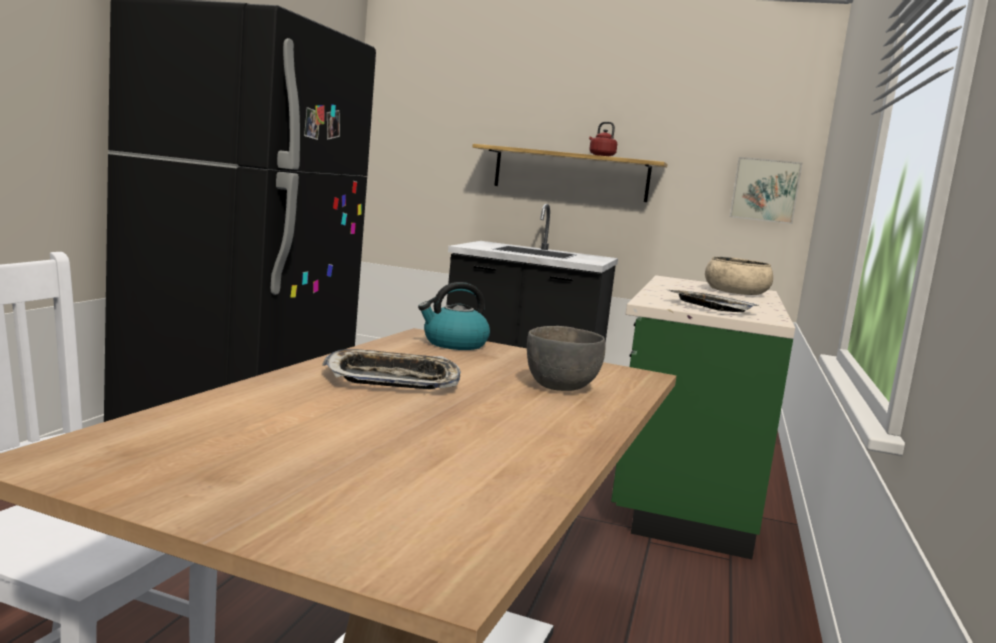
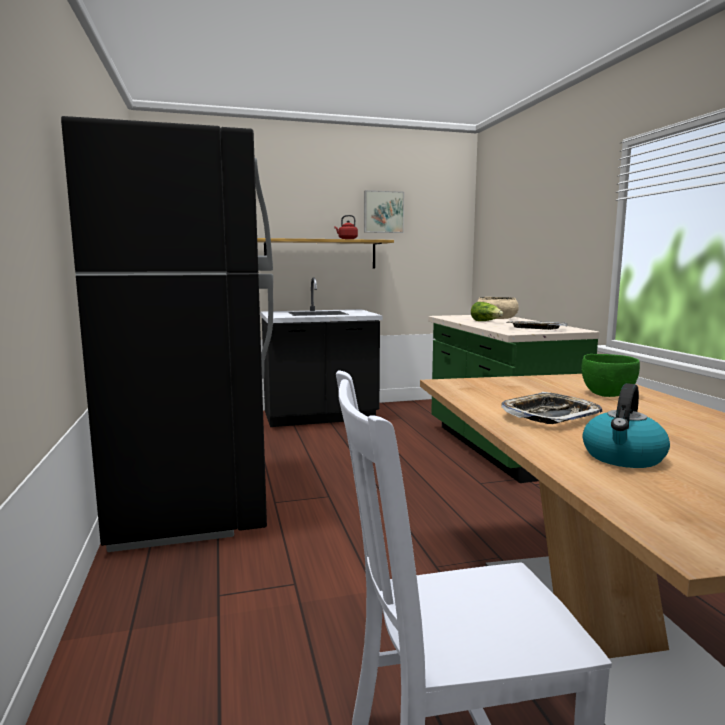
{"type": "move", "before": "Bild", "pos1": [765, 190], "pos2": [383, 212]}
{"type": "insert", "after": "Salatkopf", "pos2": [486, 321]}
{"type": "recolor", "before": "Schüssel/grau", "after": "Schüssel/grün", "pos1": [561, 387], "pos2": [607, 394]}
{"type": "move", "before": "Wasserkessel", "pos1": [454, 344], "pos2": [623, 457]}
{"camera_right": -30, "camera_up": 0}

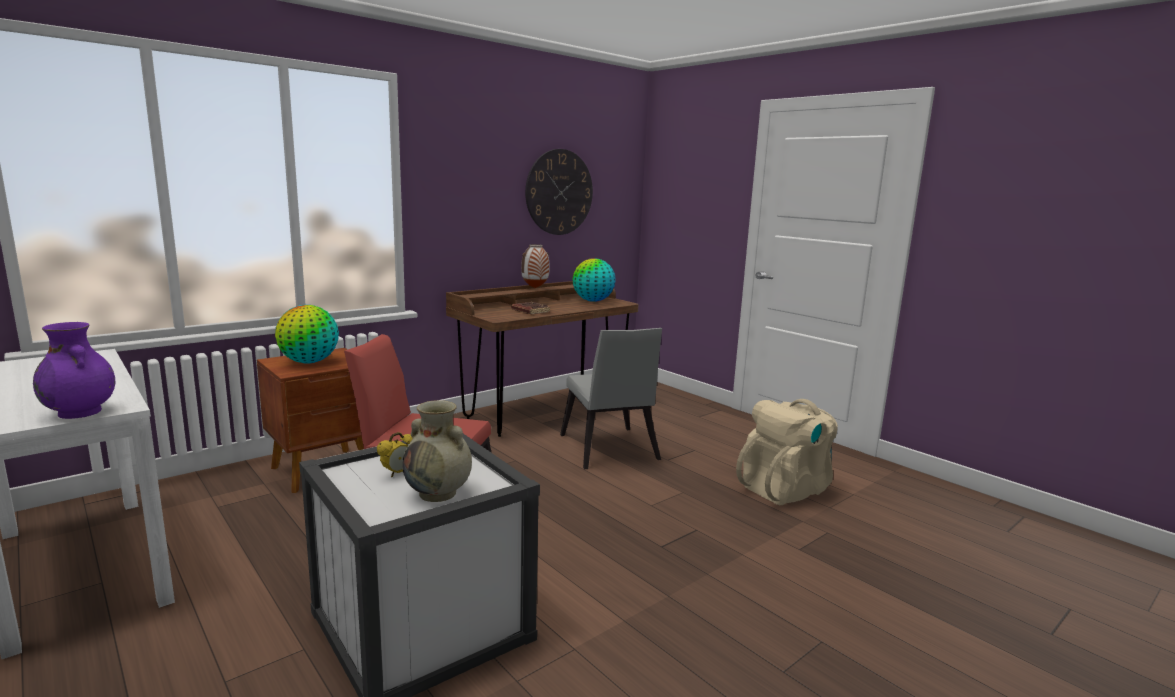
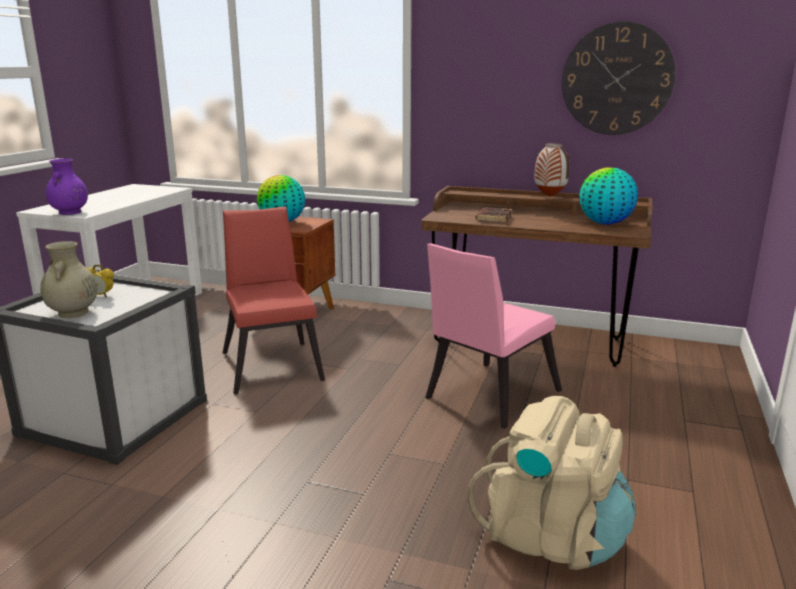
{"type": "recolor", "before": "Stuhl/grau", "after": "Stuhl/rosa", "pos1": [609, 451], "pos2": [487, 397]}
{"camera_right": 60, "camera_up": 5}

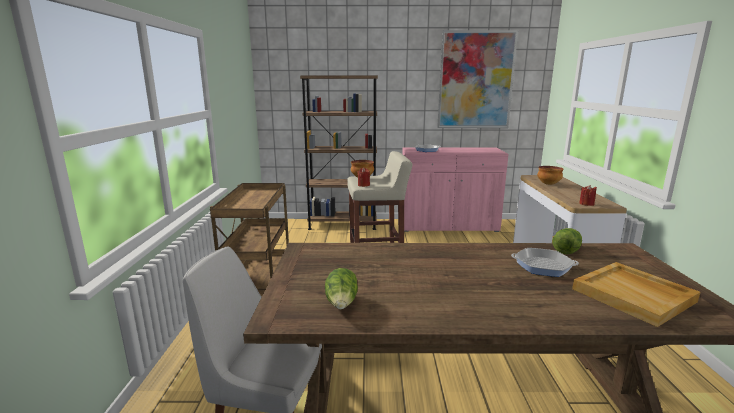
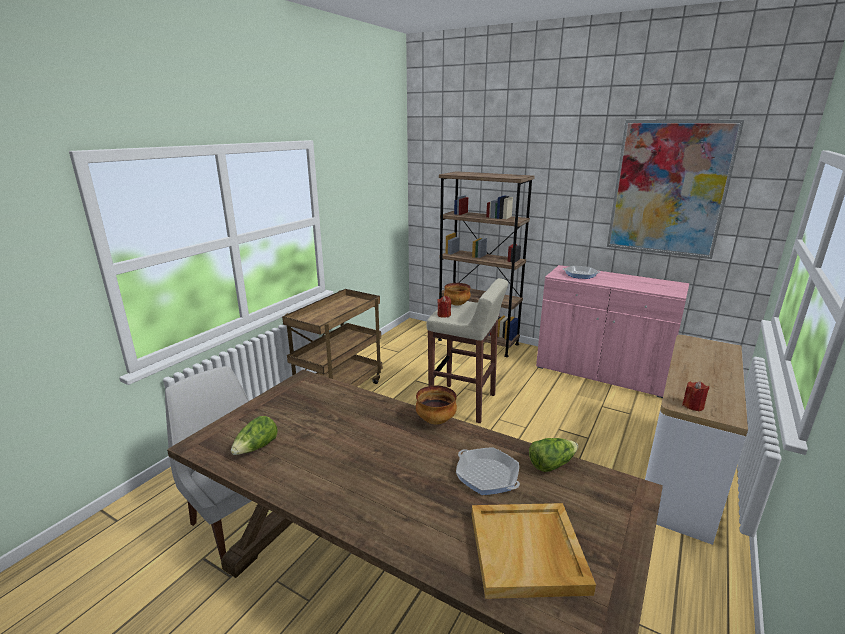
{"type": "move", "before": "Schüssel", "pos1": [548, 184], "pos2": [436, 420]}
{"camera_right": 30, "camera_up": 5}

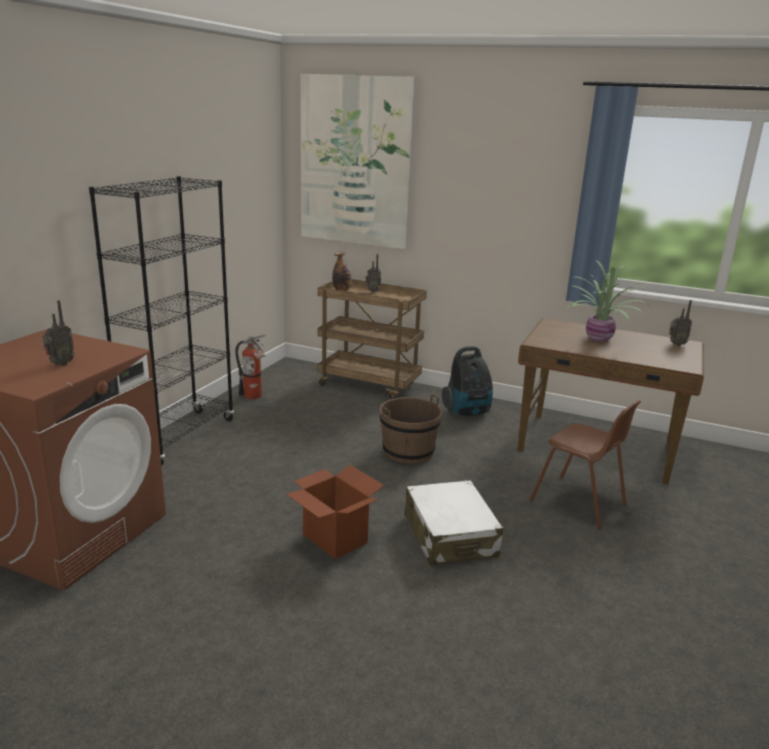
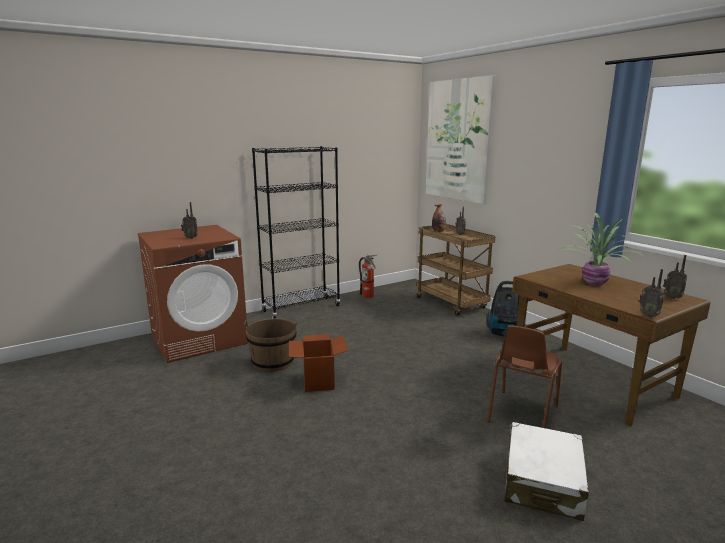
{"type": "move", "before": "Eimer/braun", "pos1": [408, 451], "pos2": [273, 362]}
{"type": "rotate", "before": "Stuhl/braun", "pos1": [579, 503], "pos2": [521, 414], "turn": 45}
{"type": "move", "before": "Koffer/weiß", "pos1": [450, 535], "pos2": [542, 482]}
{"type": "insert", "after": "Radio", "pos2": [649, 315]}
{"camera_right": 35, "camera_up": -5}

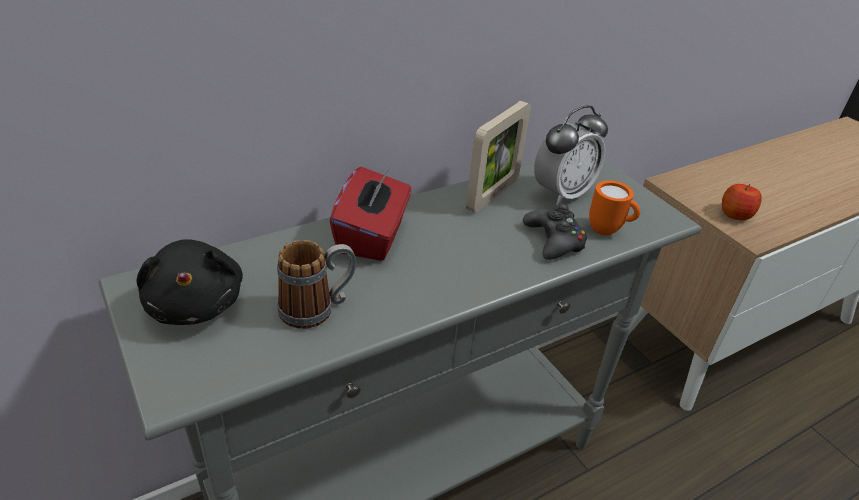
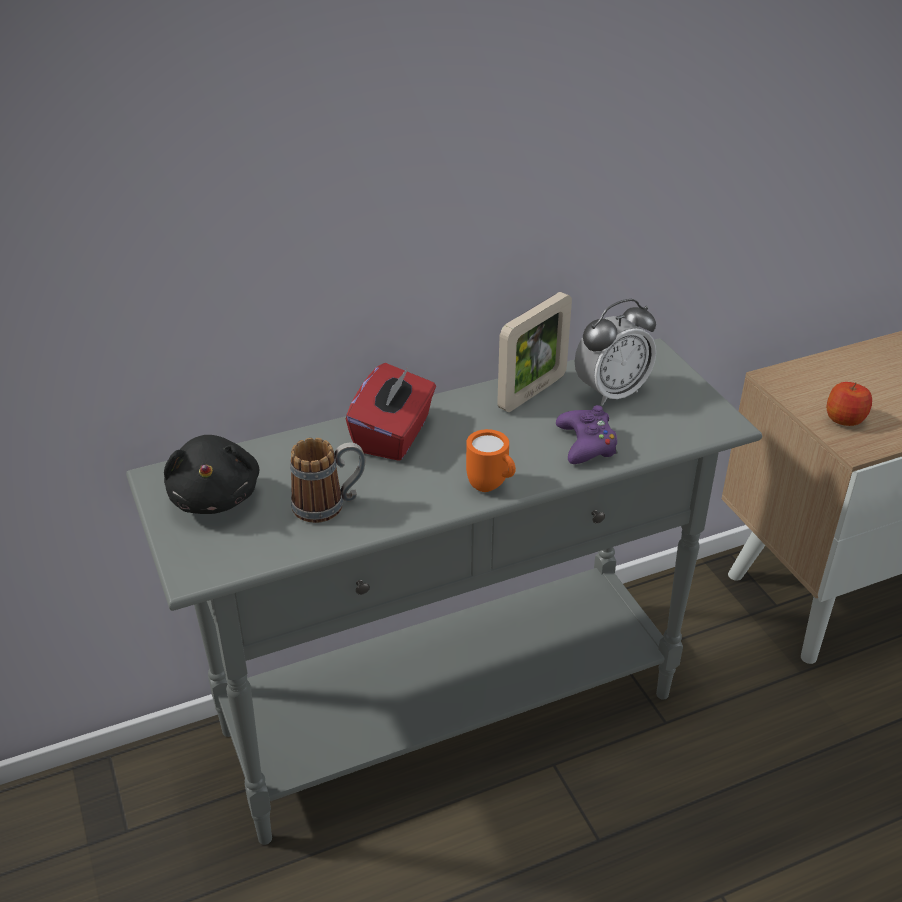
{"type": "move", "before": "Henkelbecher/orange", "pos1": [609, 231], "pos2": [491, 486]}
{"type": "recolor", "before": "Gamepad/schwarz", "after": "Gamepad/lila", "pos1": [554, 240], "pos2": [586, 444]}
{"camera_right": 10, "camera_up": 0}

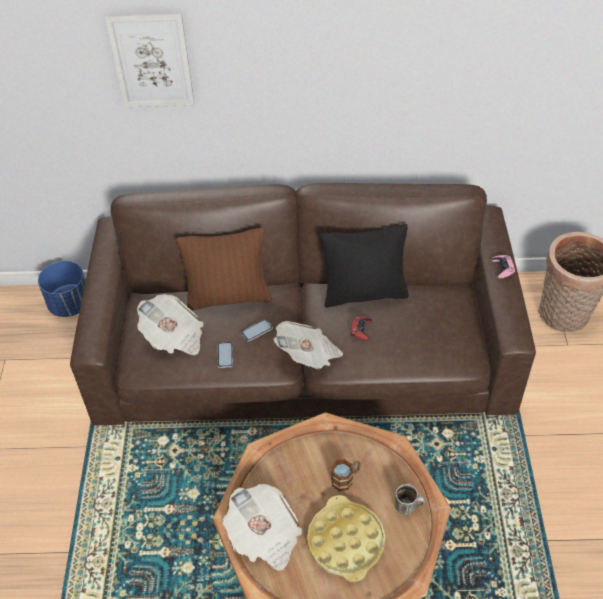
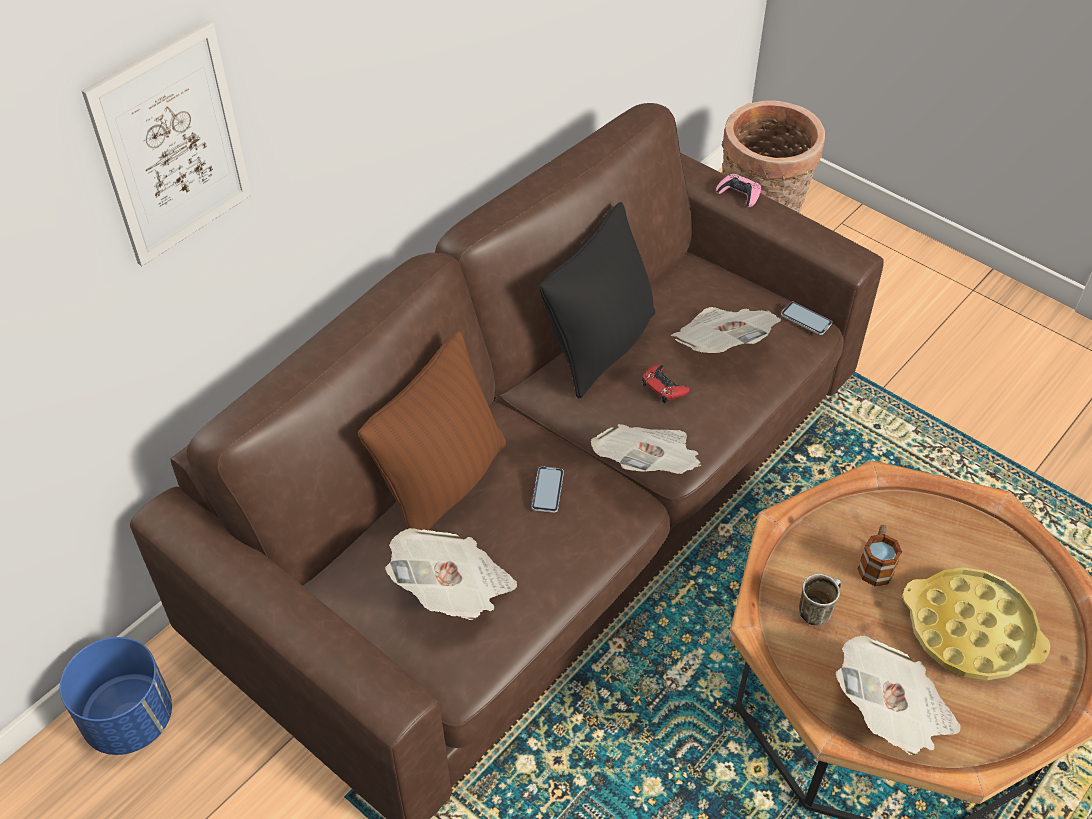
{"type": "insert", "after": "Zeitung", "pos2": [721, 346]}
{"type": "move", "before": "Handy", "pos1": [225, 355], "pos2": [806, 319]}
{"type": "move", "before": "Henkelbecher", "pos1": [408, 507], "pos2": [816, 610]}
{"camera_right": -50, "camera_up": 0}

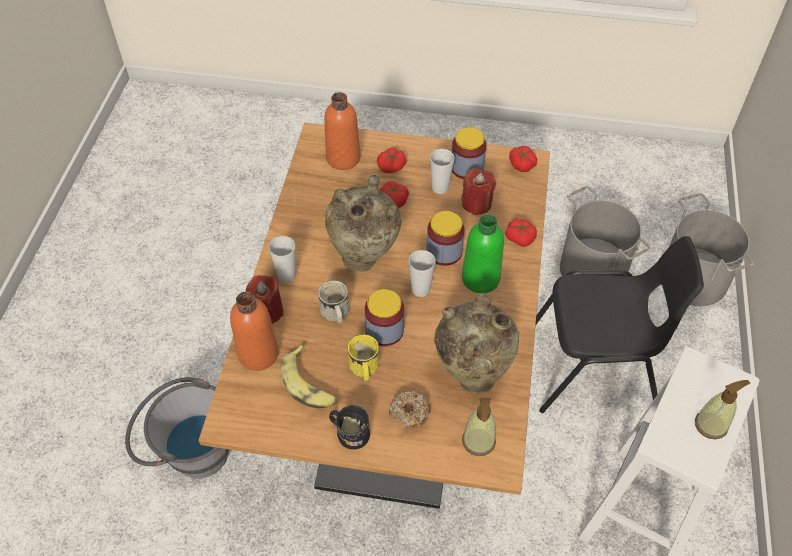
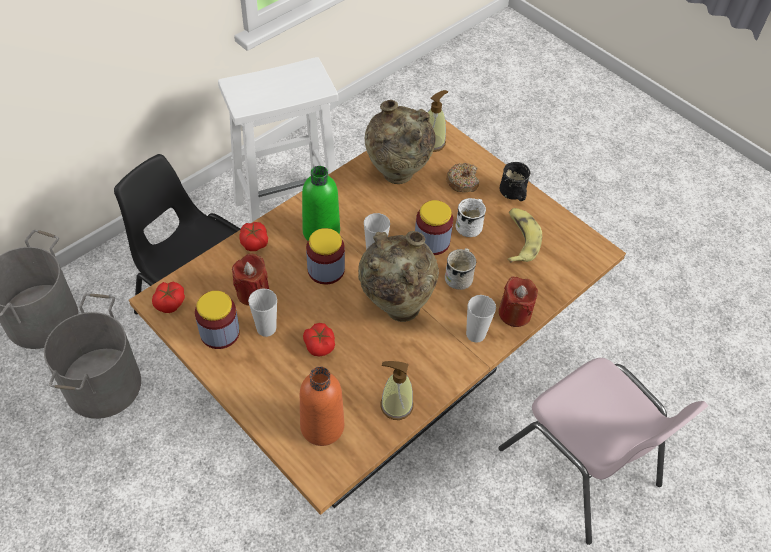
{"type": "move", "before": "Seifenspender", "pos1": [711, 425], "pos2": [396, 406]}
{"type": "recolor", "before": "Henkelbecher/gelb", "after": "Henkelbecher/weiß", "pos1": [364, 370], "pos2": [471, 225]}
{"type": "replace", "before": "Eimer/grau", "after": "Stuhl/rosa", "pos1": [189, 451], "pos2": [581, 468]}
{"type": "delete", "before": "Flasche/orange", "pos1": [258, 354]}
{"type": "delete", "before": "Tomate", "pos1": [391, 166]}
{"camera_right": -145, "camera_up": 0}

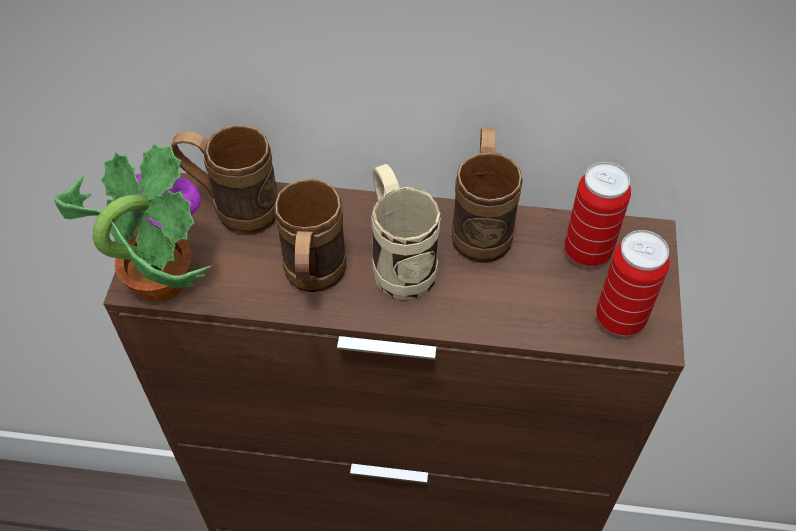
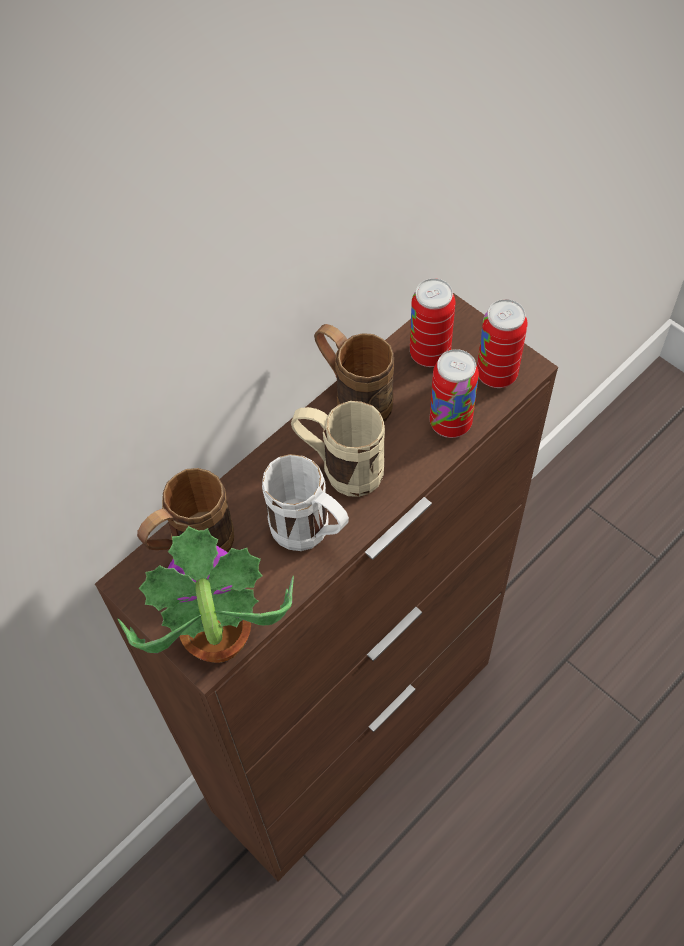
{"type": "recolor", "before": "Henkelbecher/braun", "after": "Henkelbecher/weiß", "pos1": [313, 281], "pos2": [310, 535]}
{"type": "insert", "after": "Dose", "pos2": [450, 423]}
{"camera_right": -50, "camera_up": 5}

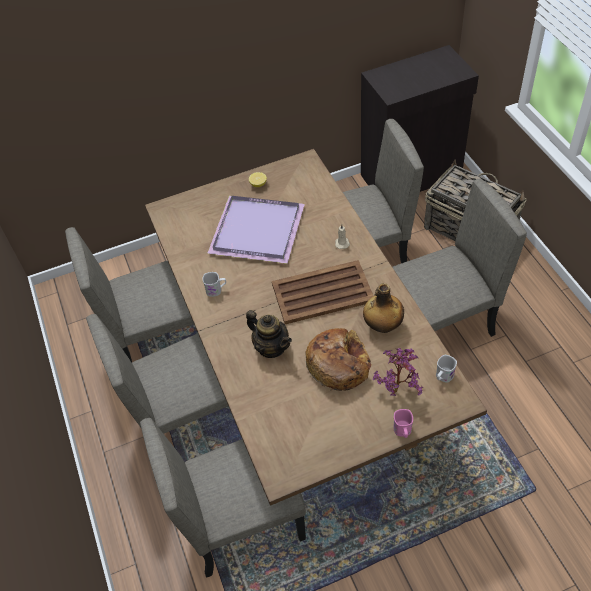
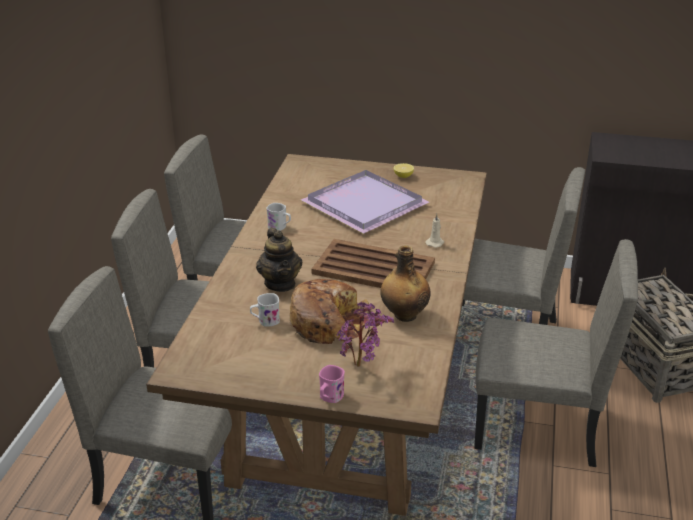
{"type": "move", "before": "Henkelbecher/weiß", "pos1": [443, 377], "pos2": [265, 321]}
{"camera_right": 30, "camera_up": -20}

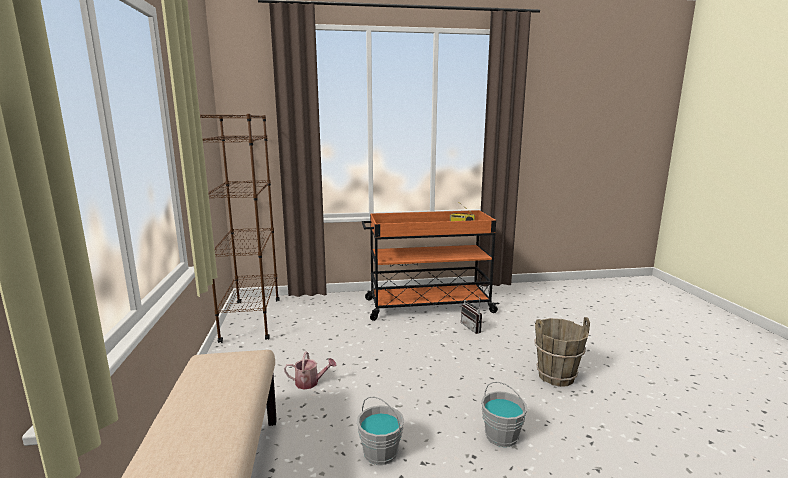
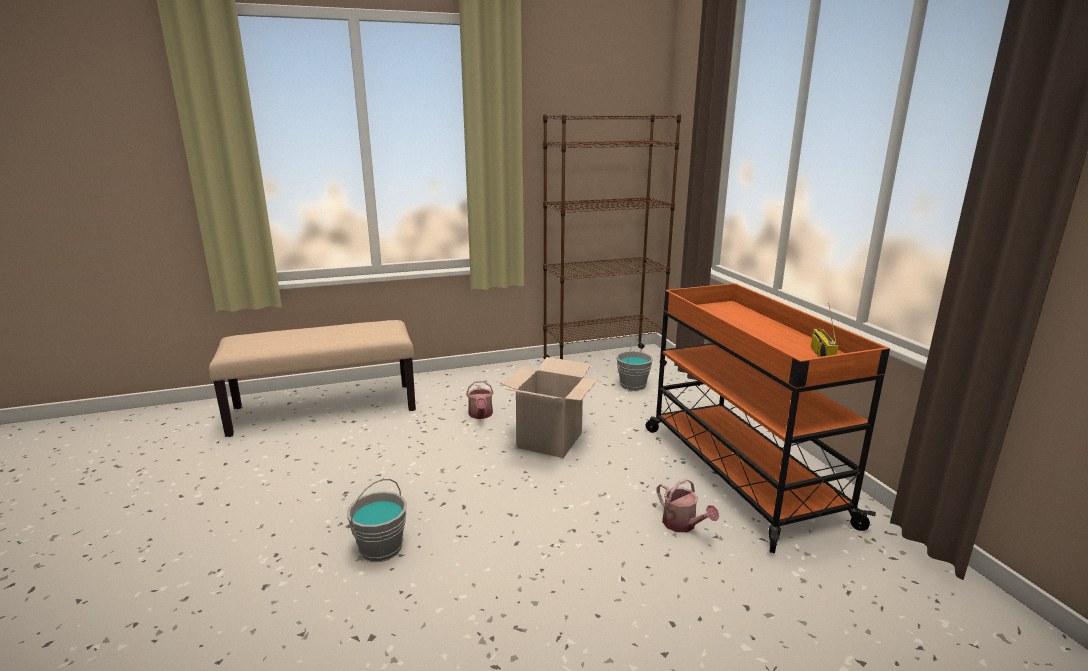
{"type": "insert", "after": "Karton", "pos2": [550, 440]}
{"type": "move", "before": "Eimer/grau", "pos1": [380, 453], "pos2": [632, 384]}
{"type": "replace", "before": "Radio", "after": "Gießkanne", "pos1": [473, 327], "pos2": [683, 525]}
{"type": "delete", "before": "Eimer/braun", "pos1": [555, 376]}
{"camera_right": 80, "camera_up": 5}

